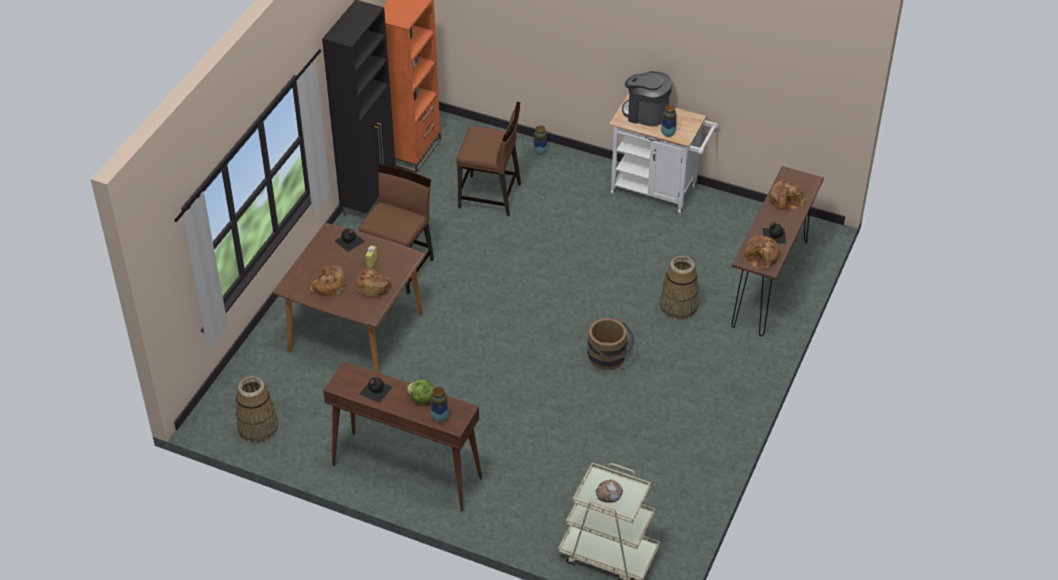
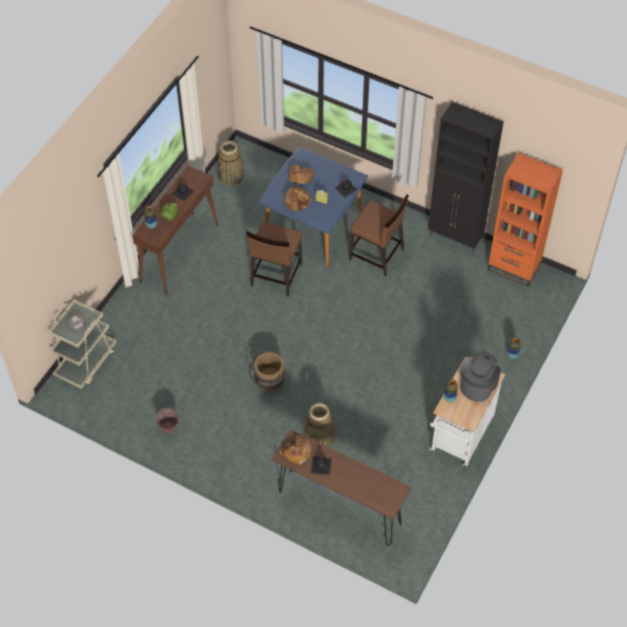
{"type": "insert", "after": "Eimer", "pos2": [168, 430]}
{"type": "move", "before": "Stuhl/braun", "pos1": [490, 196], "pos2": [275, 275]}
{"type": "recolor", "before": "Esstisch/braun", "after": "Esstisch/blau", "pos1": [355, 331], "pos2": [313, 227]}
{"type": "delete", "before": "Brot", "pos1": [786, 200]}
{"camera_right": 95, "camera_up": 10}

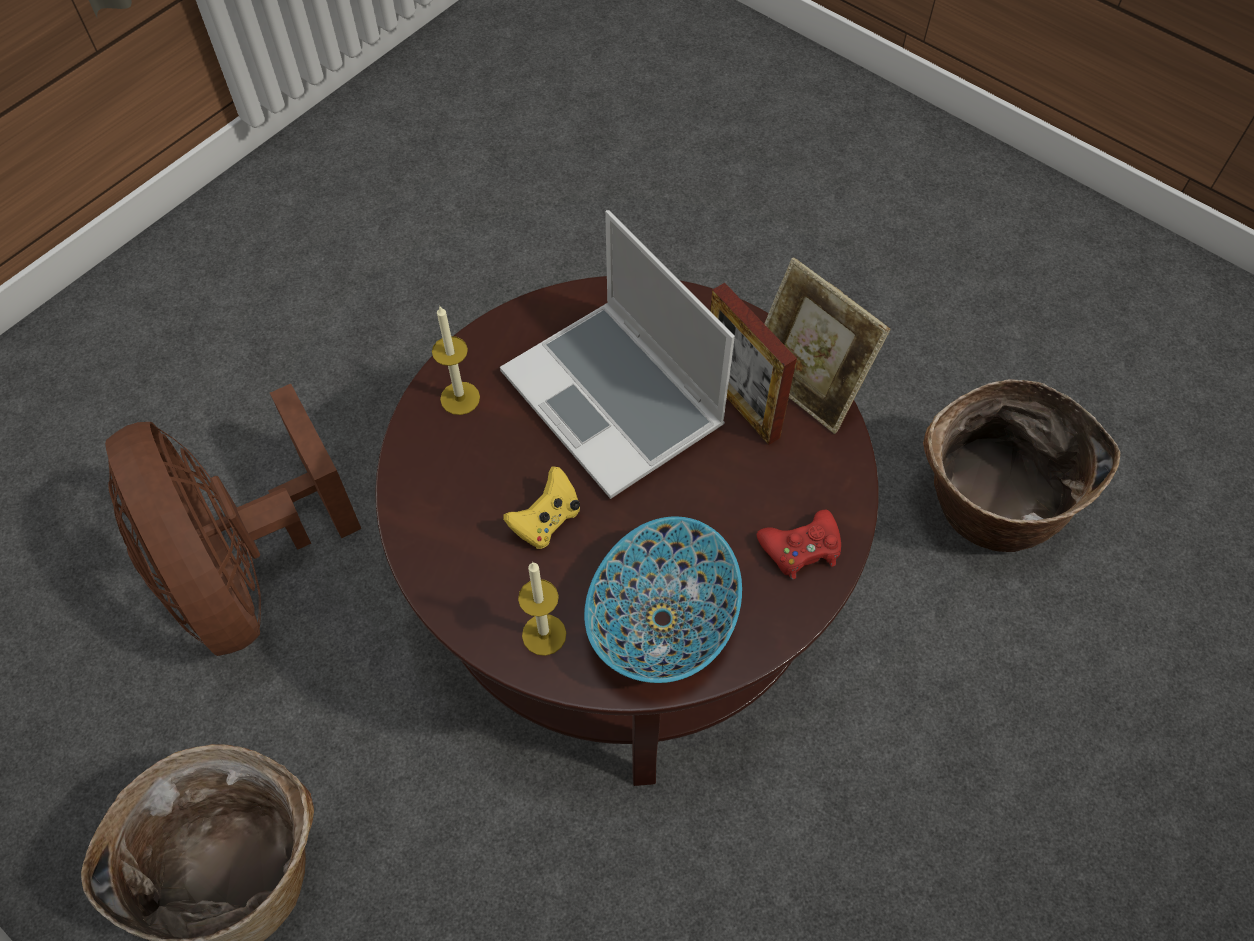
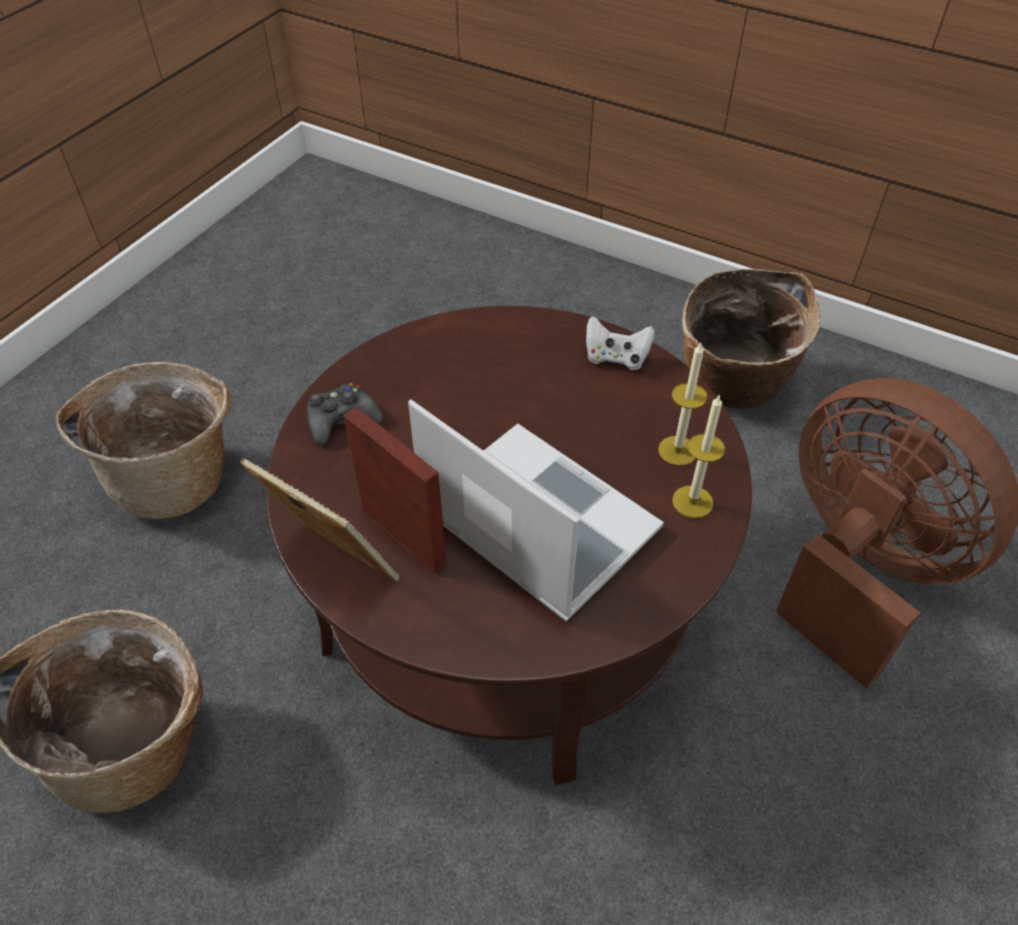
{"type": "insert", "after": "Korb", "pos2": [176, 477]}
{"type": "recolor", "before": "Gamepad/rot", "after": "Gamepad/schwarz", "pos1": [801, 549], "pos2": [342, 420]}
{"type": "insert", "after": "Gamepad/weiß", "pos2": [616, 358]}
{"type": "move", "before": "Kerze", "pos1": [544, 634], "pos2": [677, 450]}
{"type": "delete", "before": "Gamepad/gelb", "pos1": [546, 521]}
{"type": "delete", "before": "Schüssel", "pos1": [664, 619]}
{"camera_right": 170, "camera_up": -10}

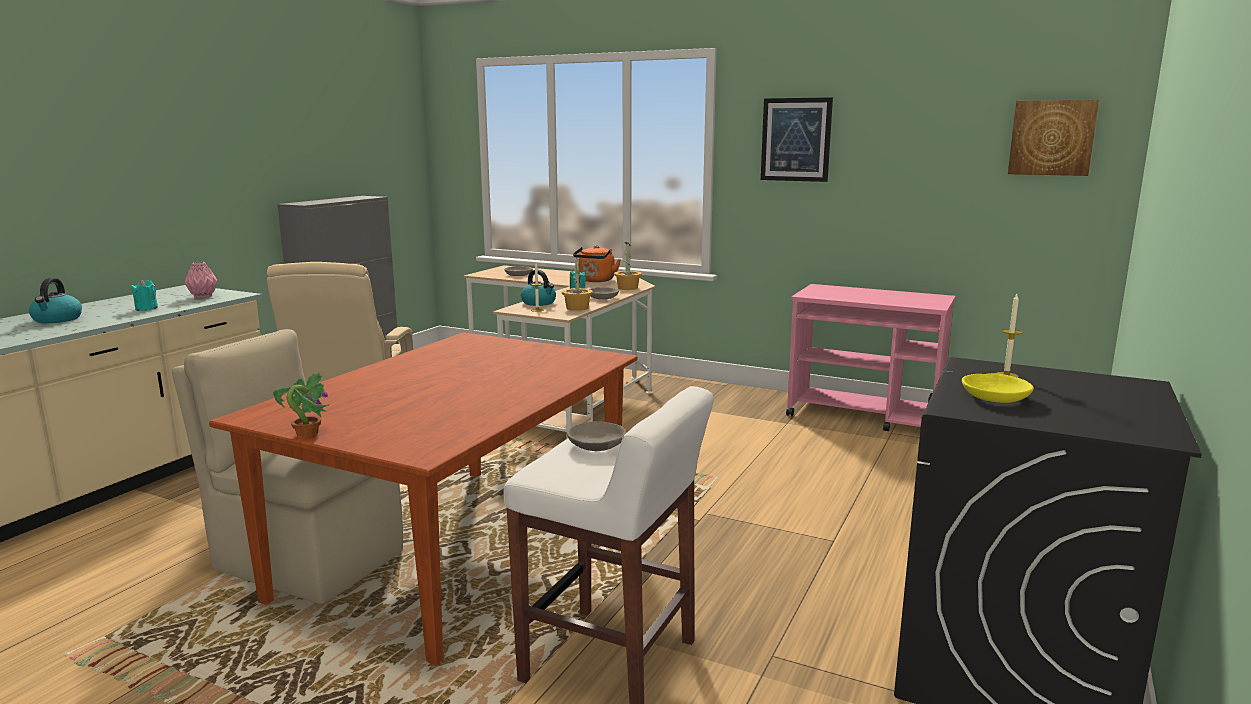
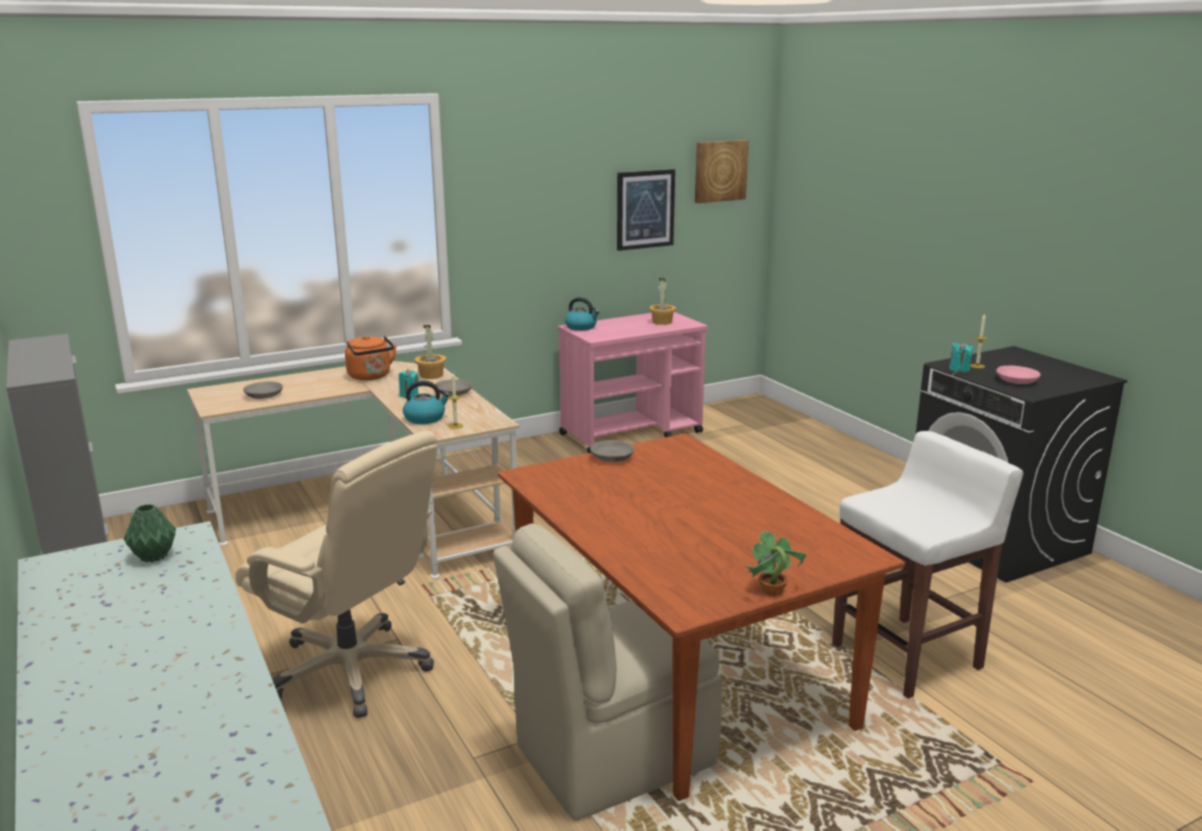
{"type": "recolor", "before": "Vase/rosa", "after": "Vase/grün", "pos1": [203, 296], "pos2": [153, 556]}
{"type": "move", "before": "Wasserkessel", "pos1": [57, 319], "pos2": [581, 327]}
{"type": "move", "before": "Schüssel/grau", "pos1": [596, 445], "pos2": [612, 458]}
{"type": "move", "before": "Bild", "pos1": [796, 139], "pos2": [645, 209]}
{"type": "move", "before": "Topfpflanze", "pos1": [576, 308], "pos2": [662, 322]}
{"type": "move", "before": "Kerze/türkis", "pos1": [146, 308], "pos2": [959, 369]}
{"type": "recolor", "before": "Schüssel/gelb", "after": "Schüssel/rosa", "pos1": [995, 397], "pos2": [1016, 380]}
{"camera_right": -55, "camera_up": 5}

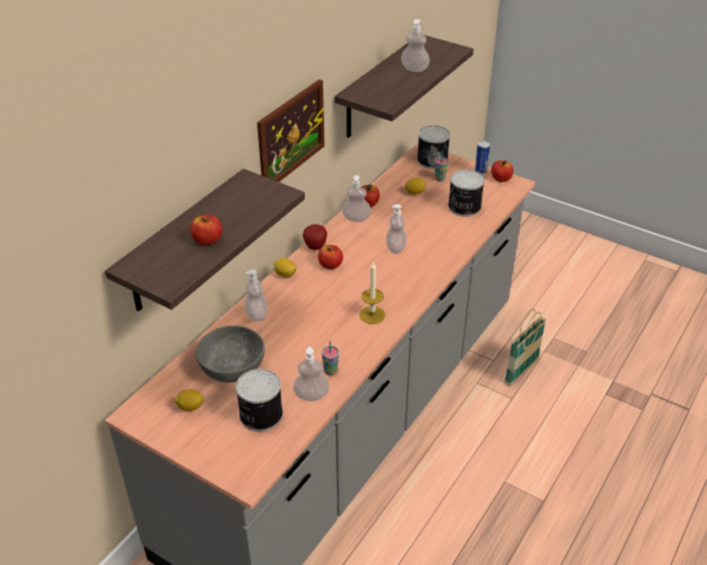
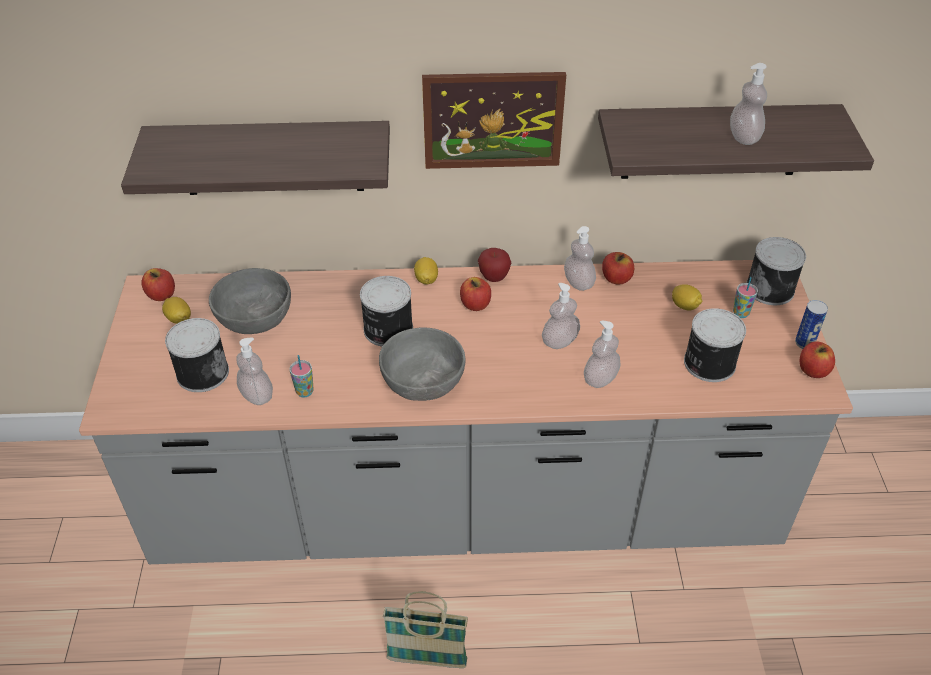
{"type": "move", "before": "Apfel", "pos1": [207, 240], "pos2": [161, 295]}
{"type": "insert", "after": "Dose", "pos2": [387, 329]}
{"type": "replace", "before": "Kerze", "after": "Schüssel/grau", "pos1": [372, 315], "pos2": [423, 380]}
{"type": "move", "before": "Korb", "pos1": [521, 371], "pos2": [427, 660]}
{"type": "move", "before": "Seifenspender", "pos1": [256, 314], "pos2": [600, 379]}
{"camera_right": 55, "camera_up": 5}

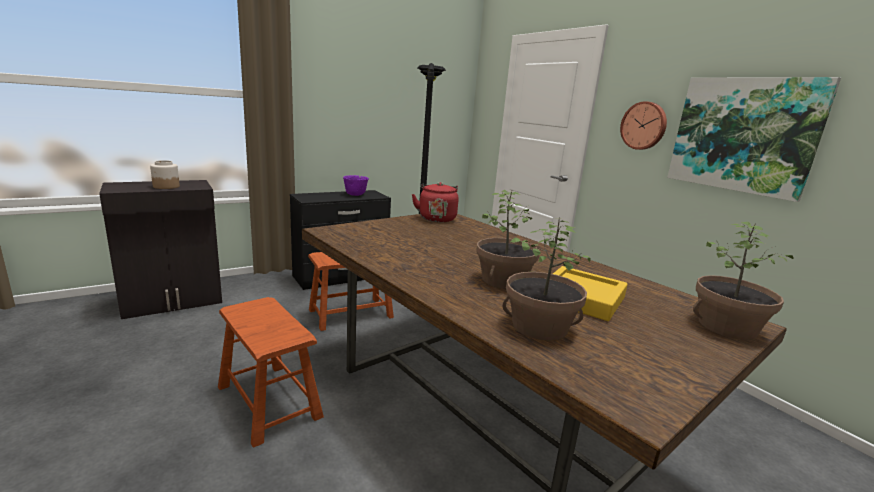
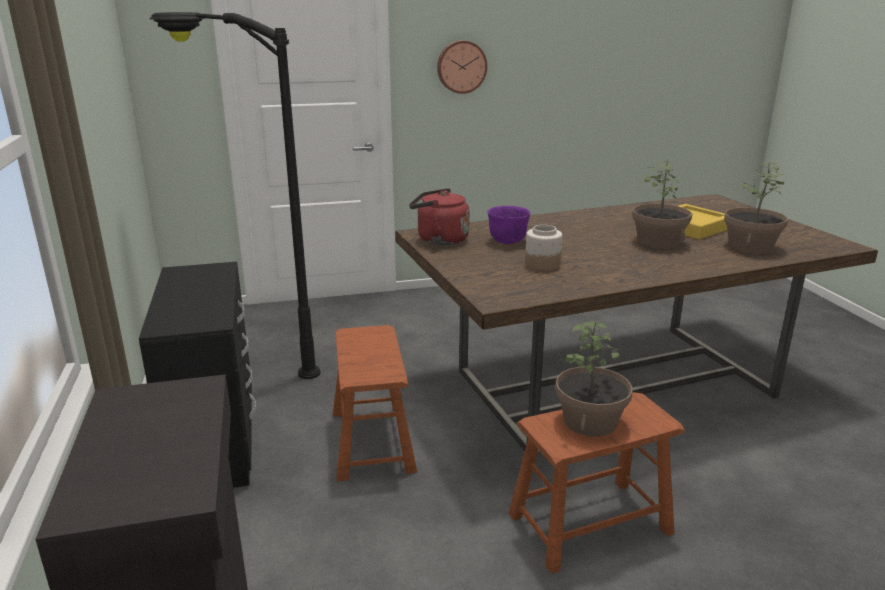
{"type": "move", "before": "Schüssel/lila", "pos1": [355, 194], "pos2": [507, 241]}
{"type": "move", "before": "Vorratsglas", "pos1": [166, 186], "pos2": [542, 265]}
{"type": "move", "before": "Topfpflanze", "pos1": [727, 327], "pos2": [591, 421]}
{"type": "delete", "before": "Bild", "pos1": [743, 135]}
{"camera_right": -70, "camera_up": 5}

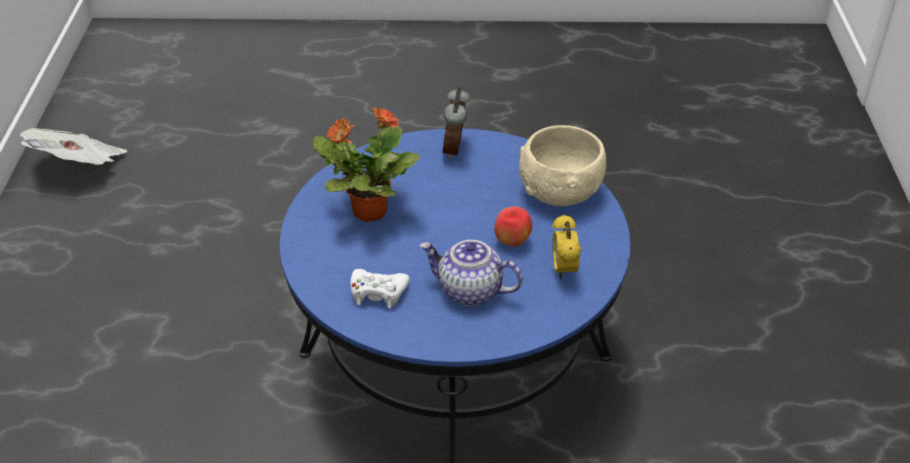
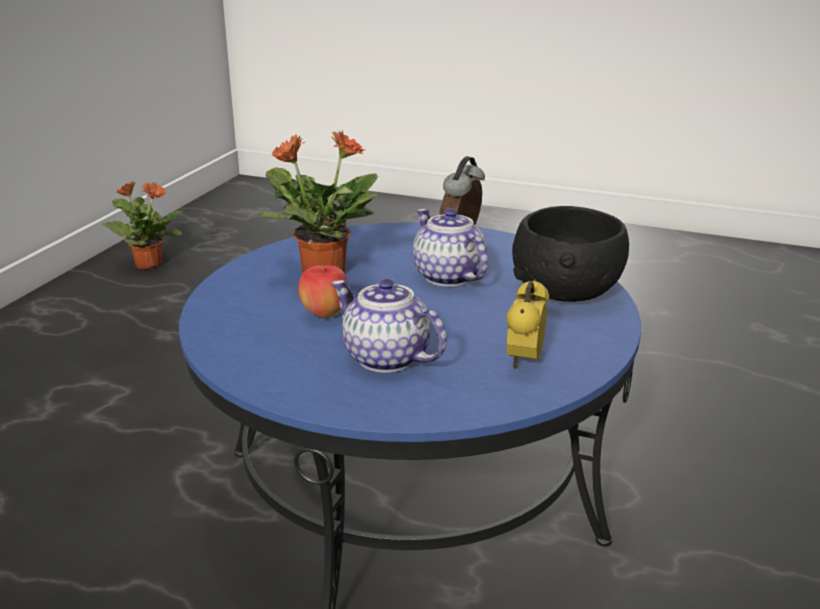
{"type": "replace", "before": "Zeitung", "after": "Topfpflanze", "pos1": [80, 166], "pos2": [148, 264]}
{"type": "move", "before": "Apfel", "pos1": [512, 241], "pos2": [325, 315]}
{"type": "insert", "after": "Teekanne", "pos2": [447, 276]}
{"type": "recolor", "before": "Schüssel/beige", "after": "Schüssel/schwarz", "pos1": [561, 192], "pos2": [567, 292]}
{"type": "delete", "before": "Gamepad/weiß", "pos1": [378, 293]}
{"camera_right": 20, "camera_up": -15}

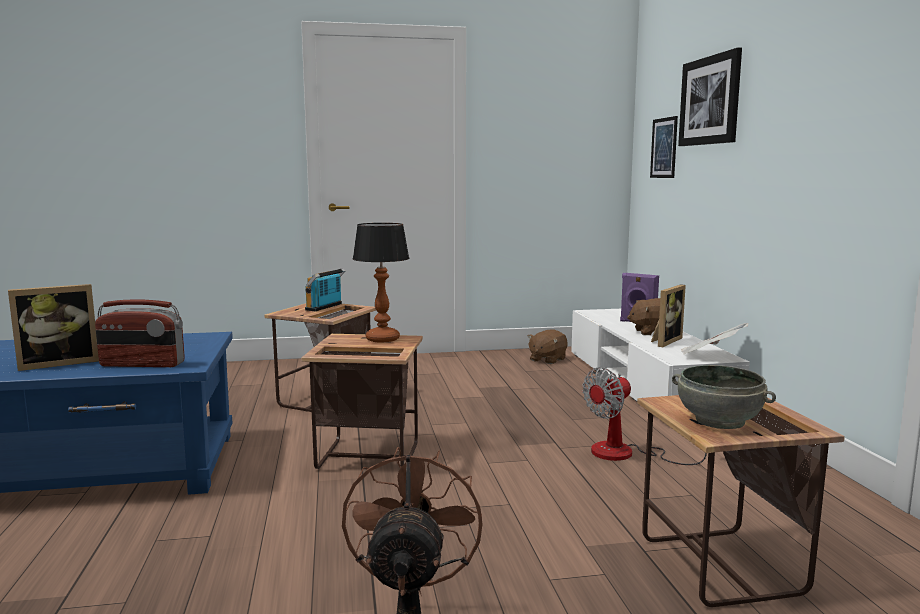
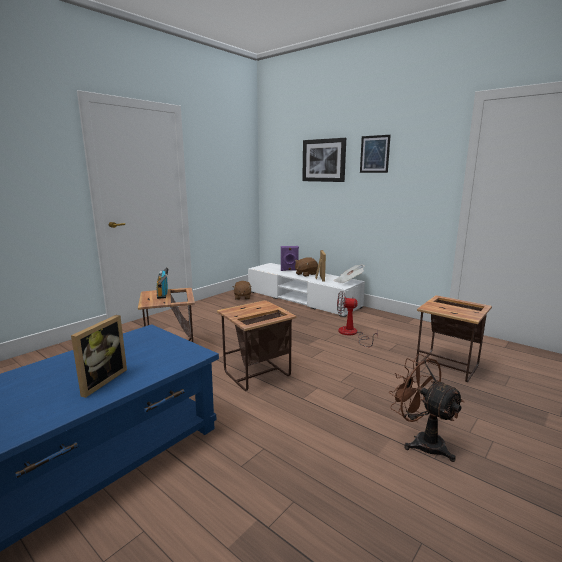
{"type": "rotate", "before": "Ventilator", "pos1": [627, 454], "pos2": [352, 334], "turn": 90}
{"type": "move", "before": "Bild", "pos1": [664, 148], "pos2": [374, 154]}
{"type": "delete", "before": "Radio", "pos1": [142, 364]}
{"type": "delete", "before": "Tischlampe", "pos1": [383, 339]}
{"type": "delete", "before": "Schüssel/grau", "pos1": [720, 420]}
{"camera_right": -40, "camera_up": 5}

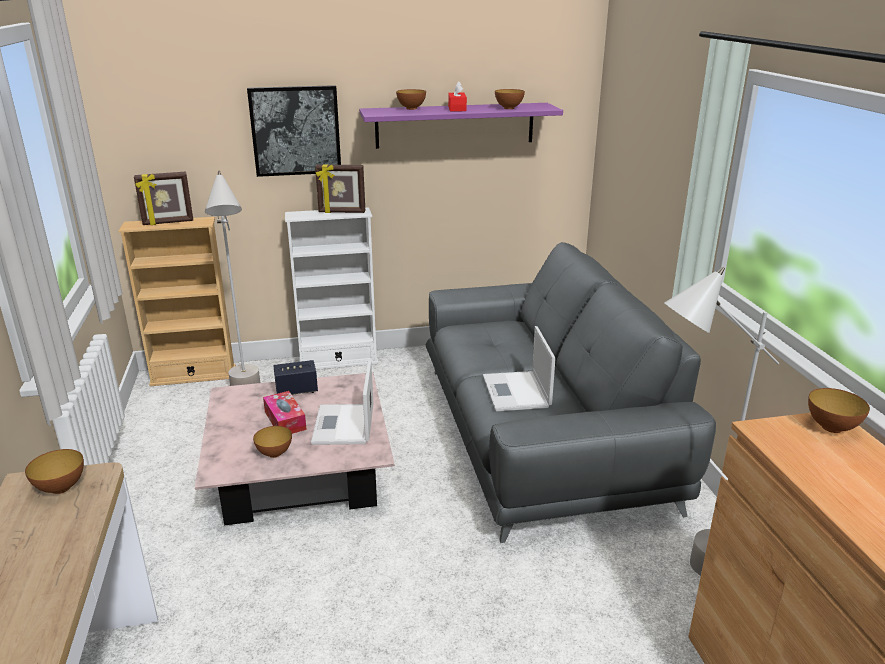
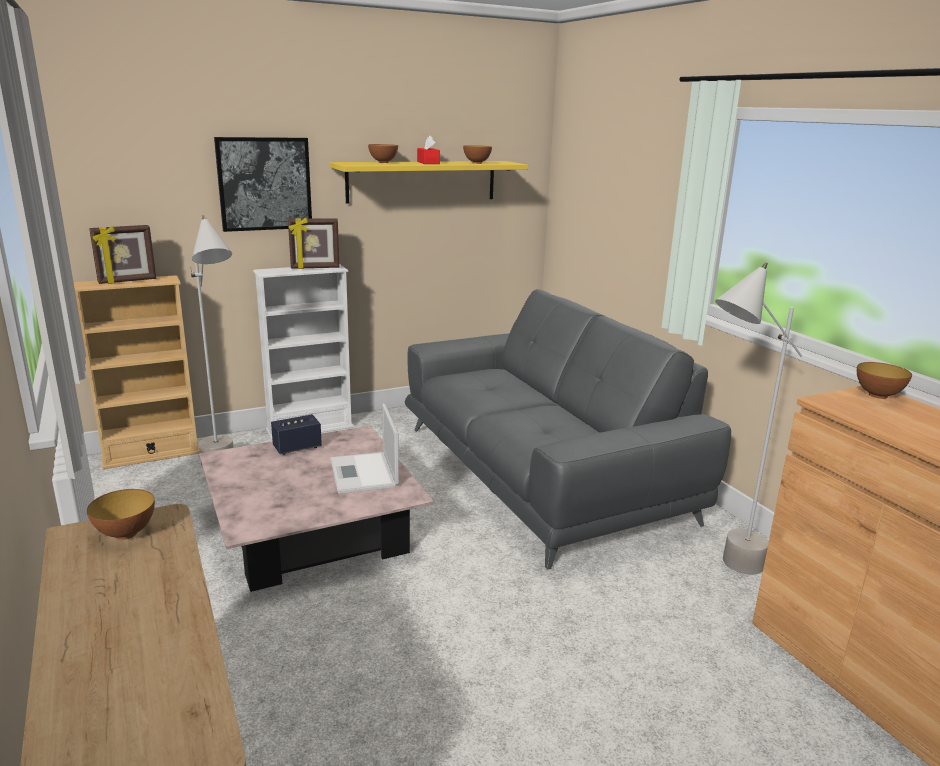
{"type": "recolor", "before": "Wandregal/lila", "after": "Wandregal/gelb", "pos1": [455, 125], "pos2": [422, 181]}
{"type": "delete", "before": "Schüssel", "pos1": [274, 453]}
{"type": "delete", "before": "Taschentuchbox", "pos1": [285, 420]}
{"type": "delete", "before": "Laptop", "pos1": [516, 392]}
{"camera_right": -15, "camera_up": -5}

